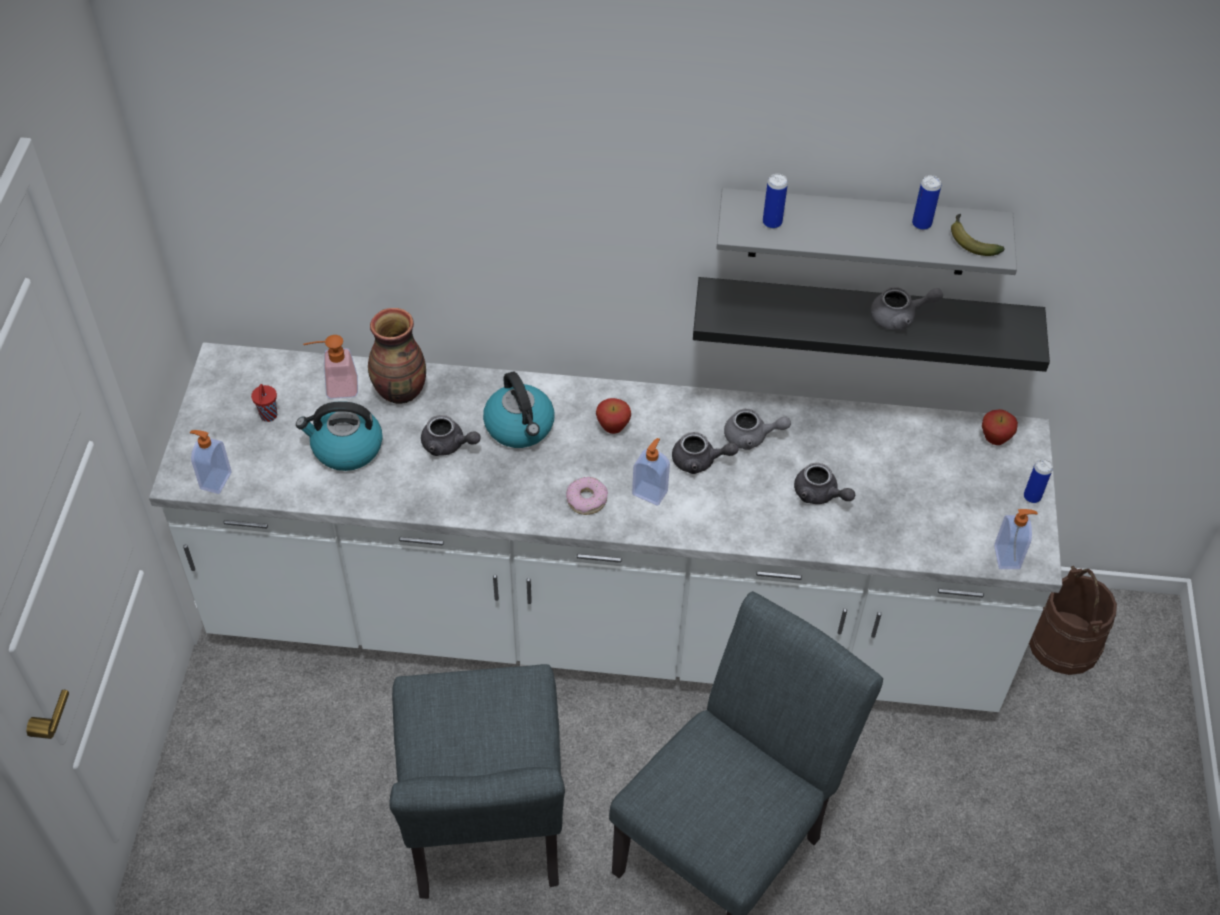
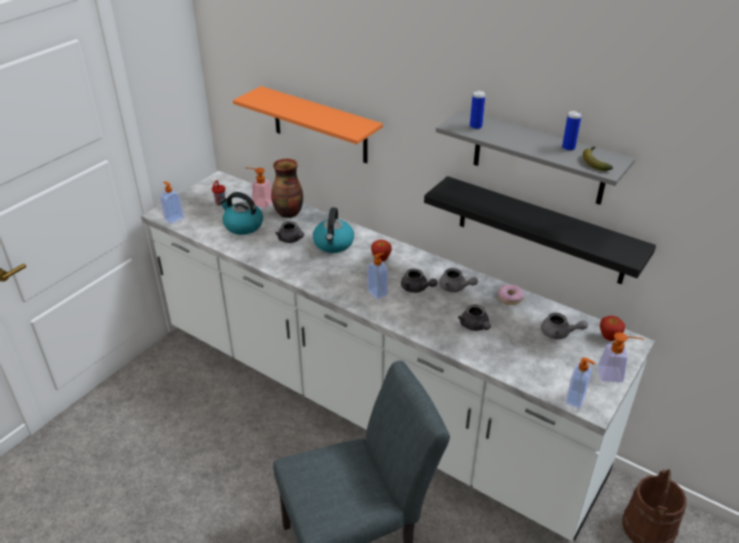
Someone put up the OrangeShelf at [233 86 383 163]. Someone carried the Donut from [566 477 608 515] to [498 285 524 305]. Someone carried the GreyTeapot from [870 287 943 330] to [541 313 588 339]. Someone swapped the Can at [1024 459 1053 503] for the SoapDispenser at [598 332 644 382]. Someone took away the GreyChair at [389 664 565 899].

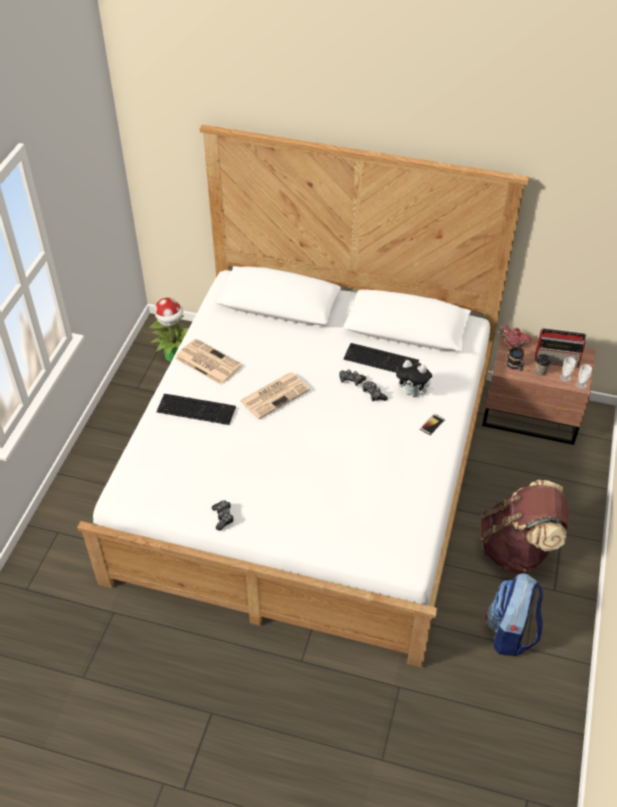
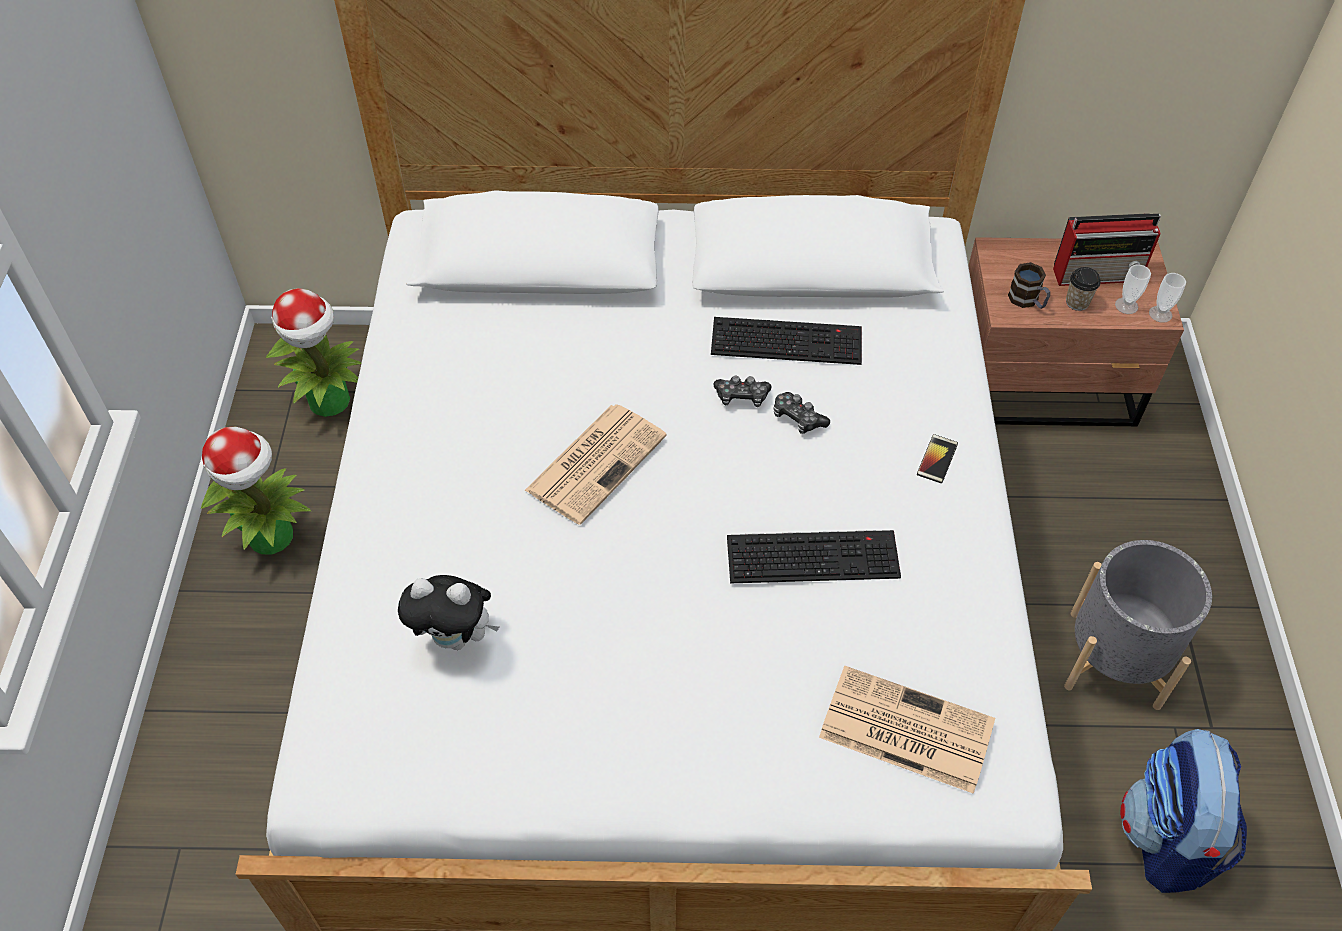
Someone put down the PottedPlant at [201 427 311 554]. Someone carried the PlushToy from [396 360 434 397] to [398 575 499 650]. Someone carried the Keyboard from [157 394 236 425] to [727 530 901 583]. Someone carried the Newspaper from [175 339 242 385] to [819 666 995 794]. Someone swapped the BrownBackpack at [480 480 569 574] for the GreyPlanter at [1064 540 1212 710]. Someone took away the GameController at [212 500 234 530]. Someone took away the RedTeapot at [499 325 531 347].

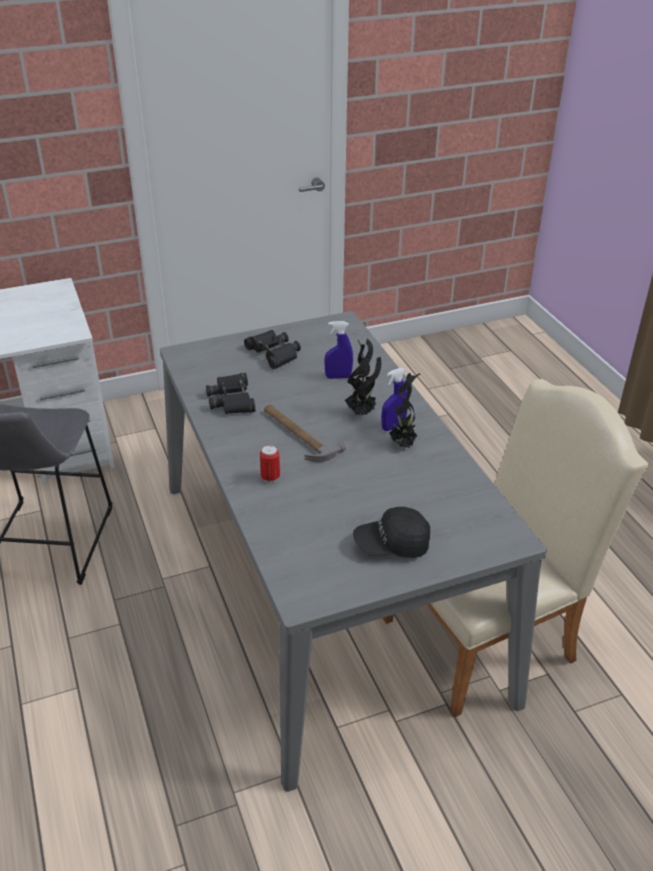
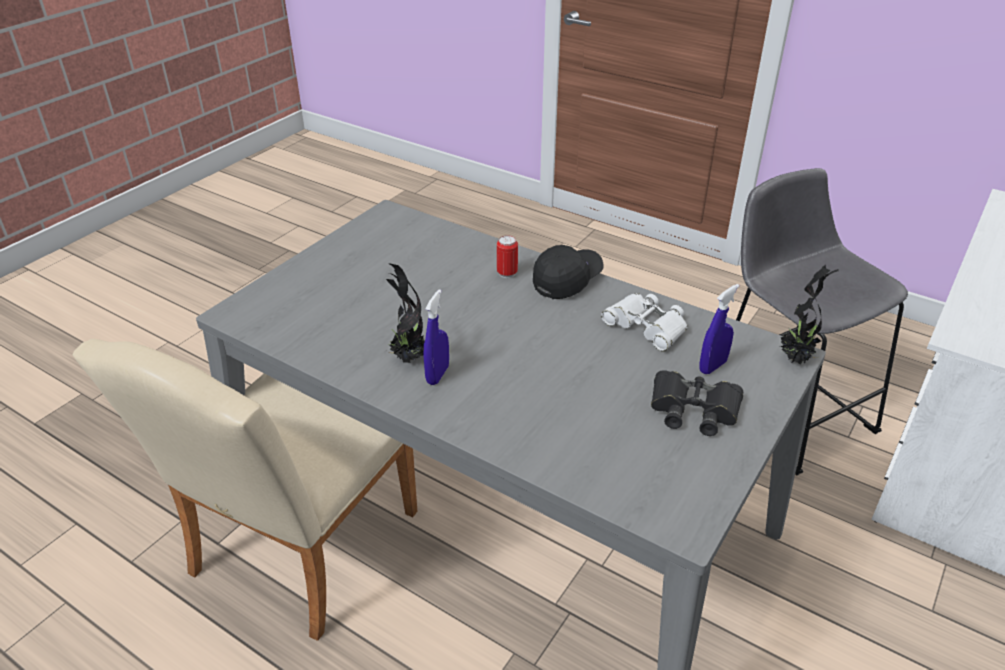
Someone carried the BlackCap from [353 507 430 558] to [533 245 603 299]. Someone repainted the BlackBinoculars at [206 373 255 414], which became the WhiteBinoculars at [601 293 687 351]. Someone carried the BlueSprayBottle from [324 321 353 379] to [699 284 739 374]. Someone carried the PottedPlant from [345 338 381 415] to [780 265 839 365]. Someone took away the Hammer at [264 405 346 462].

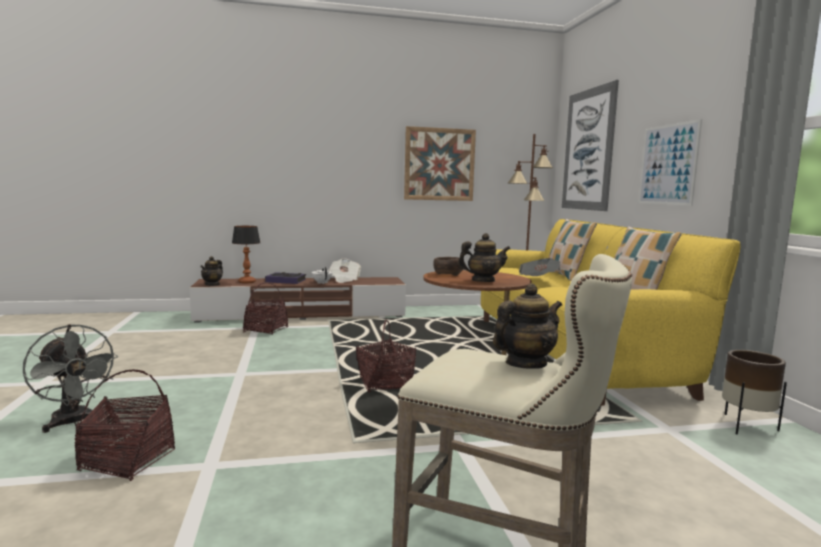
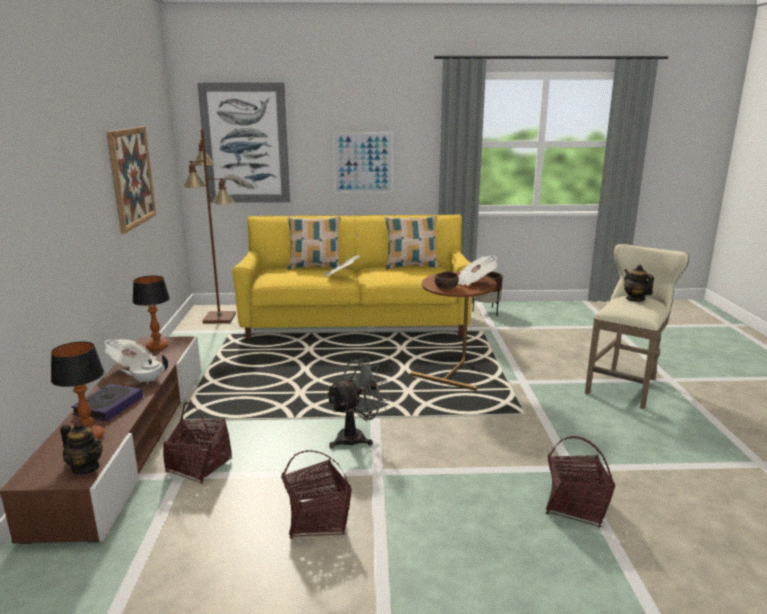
Someone put down the TableLamp at [132 275 170 351]. Someone carried the Basket from [356 320 416 393] to [281 450 352 539]. Someone carried the GreyFan from [23 324 118 433] to [326 358 391 448]. Someone swapped the Teapot at [458 233 510 282] for the Newspaper at [458 256 498 286].

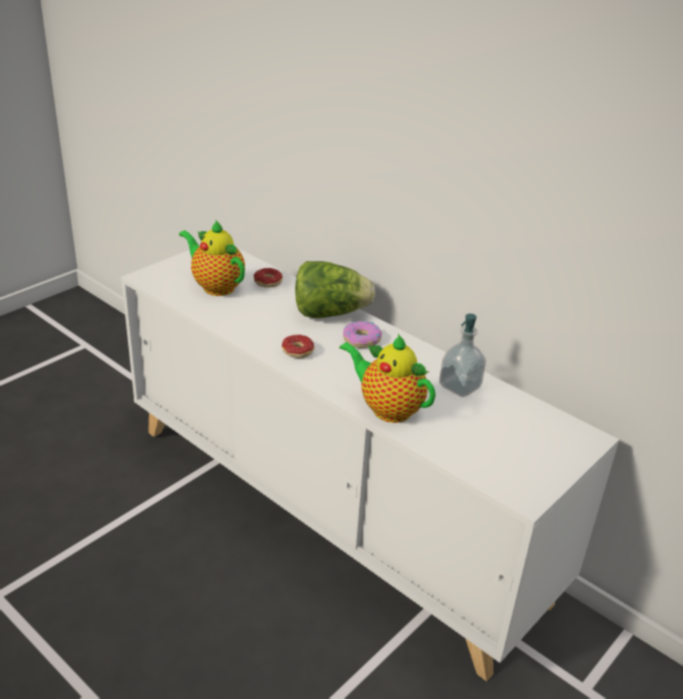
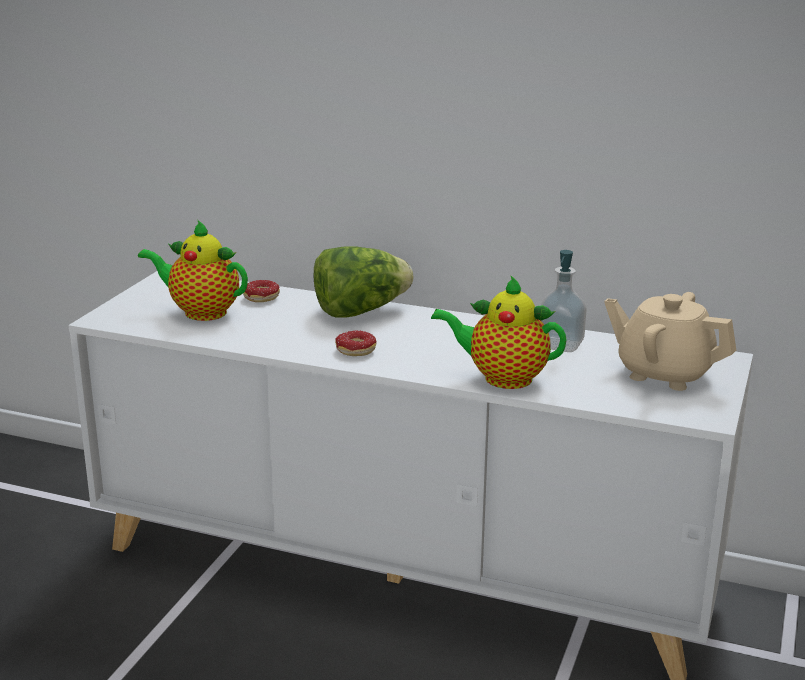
Someone put down the BeigeTeapot at [604 292 736 391]. Someone took away the Donut at [343 321 382 348].

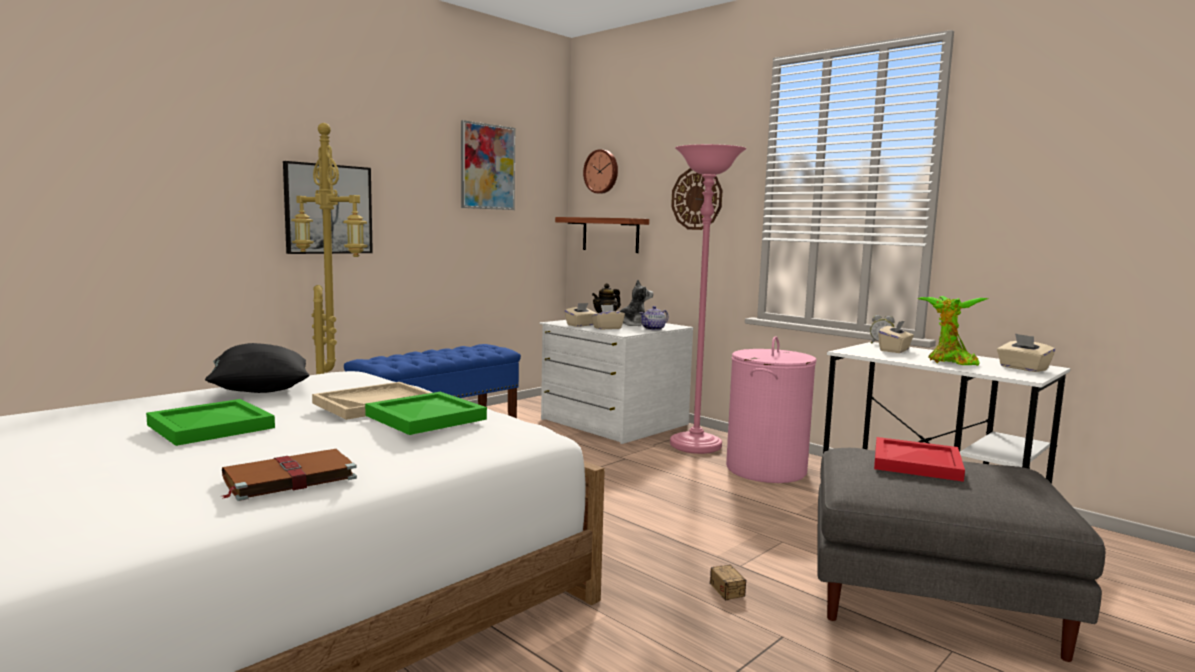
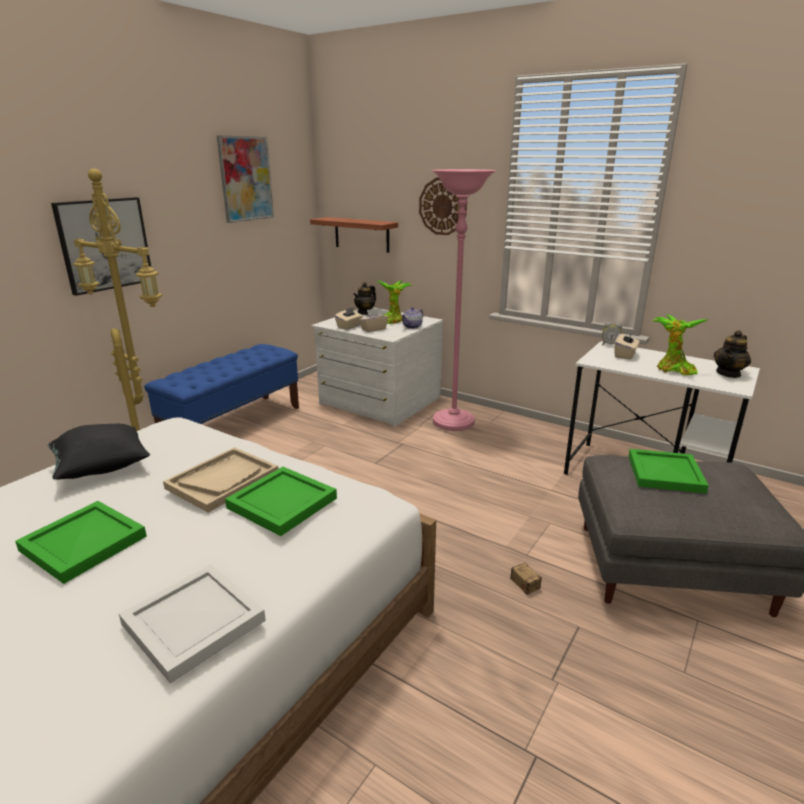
Someone swapped the BrownBook at [222 449 357 501] for the WhiteTray at [119 564 266 684]. Someone swapped the PlushToy at [613 280 653 326] for the PottedPlant at [376 281 413 324]. Someone repainted the RedTray at [874 437 965 482], which became the GreenTray at [629 449 709 494]. Someone swapped the BeigeTissueBox at [997 333 1055 372] for the Teapot at [714 330 751 378]. Someone took away the WallClock at [583 149 618 194]. Someone took away the PinkLaundryBasket at [726 336 817 483].

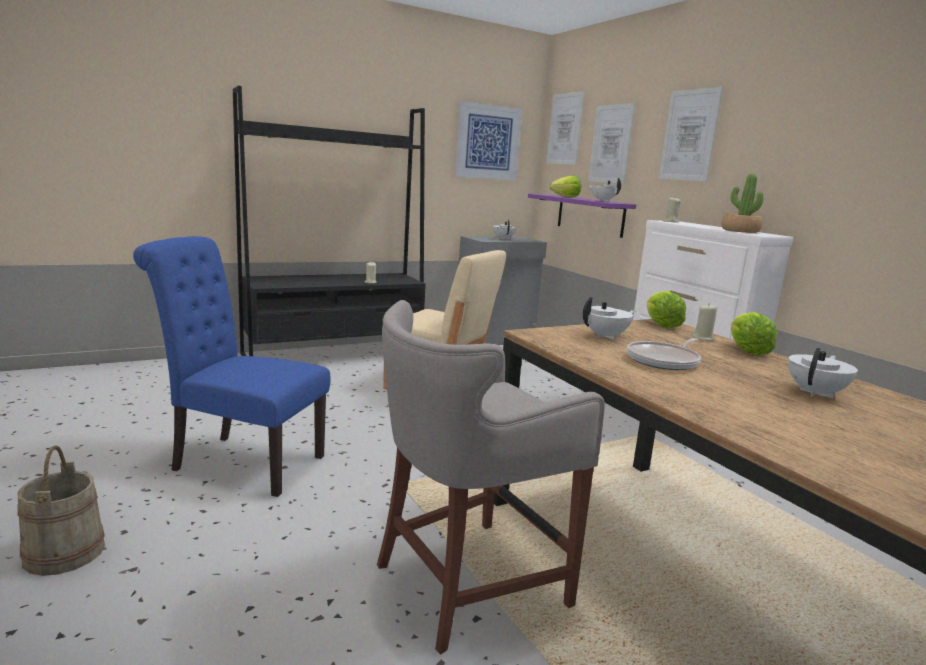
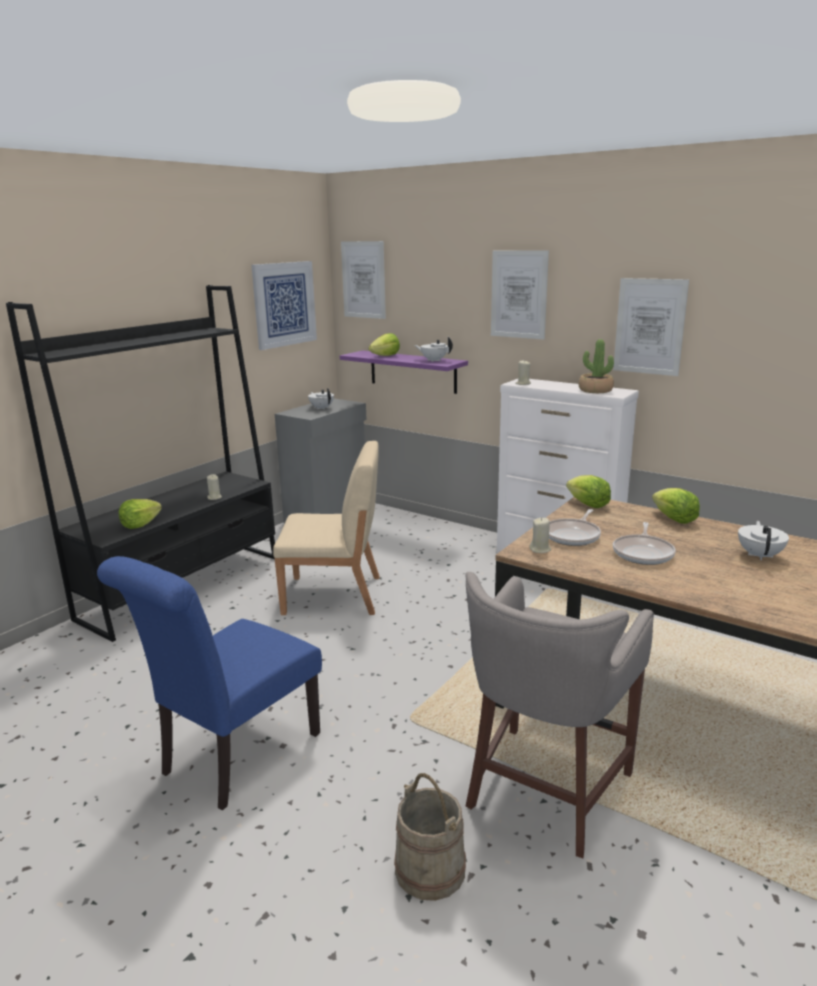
Someone rotated the BlueChair at [133 236 330 497] by 45 degrees counterclockwise. Someone put down the Lettuce at [119 499 162 529]. Someone carried the BeigeBucket from [17 446 105 576] to [394 773 466 901]. Someone carried the BeigeCandle from [692 303 717 341] to [529 518 551 553]. Someone swapped the WhiteTeapot at [583 297 636 340] for the FryingPan at [549 509 601 546]. Someone carried the Picture from [588 103 636 184] to [613 278 689 376].

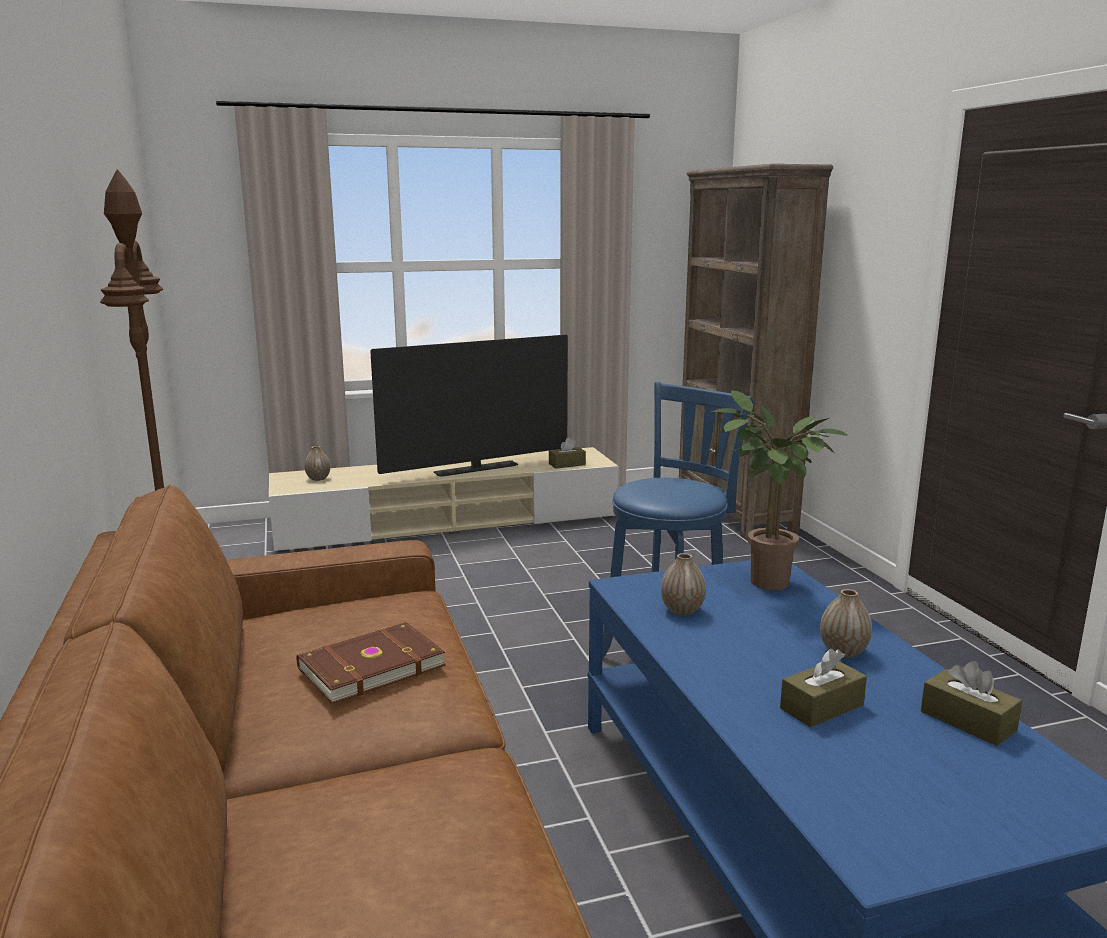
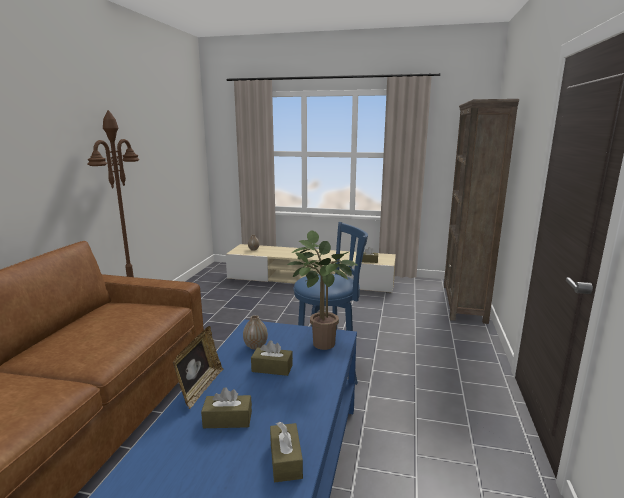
Someone put down the PictureFrame at [173 326 223 409]. Someone put down the BrownTissueBox at [251 340 293 376]. Someone took away the BrownBook at [297 622 446 704]. Someone took away the Television at [370 335 568 477]. Someone took away the Vase at [820 589 872 658].

